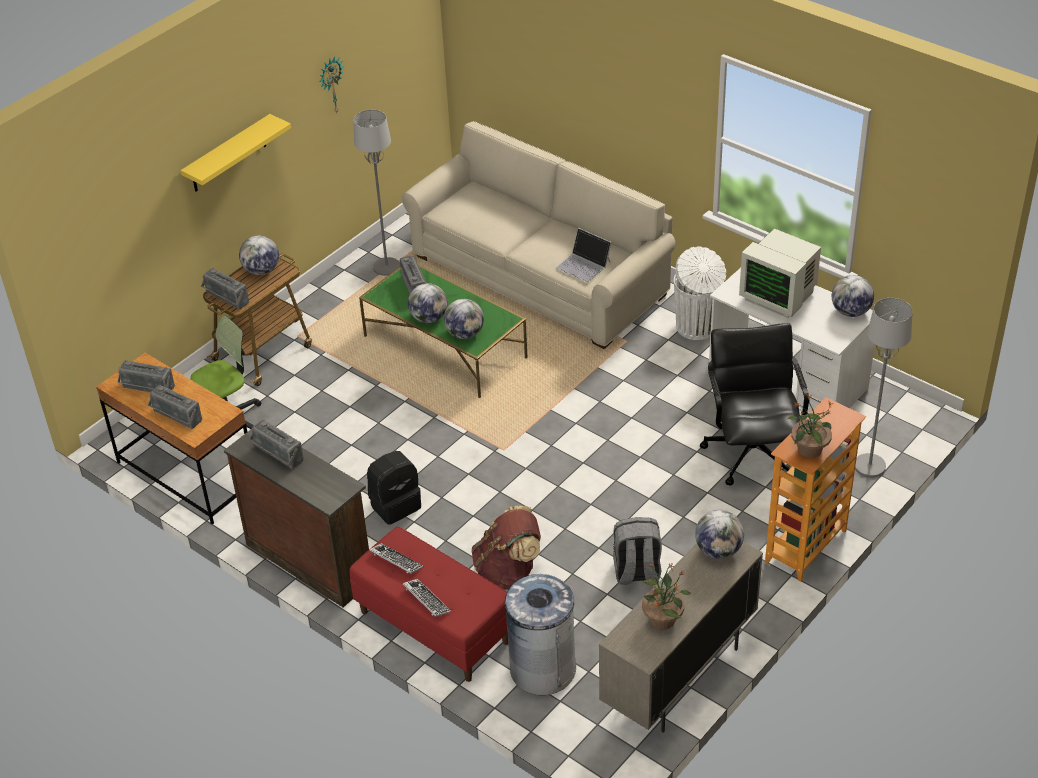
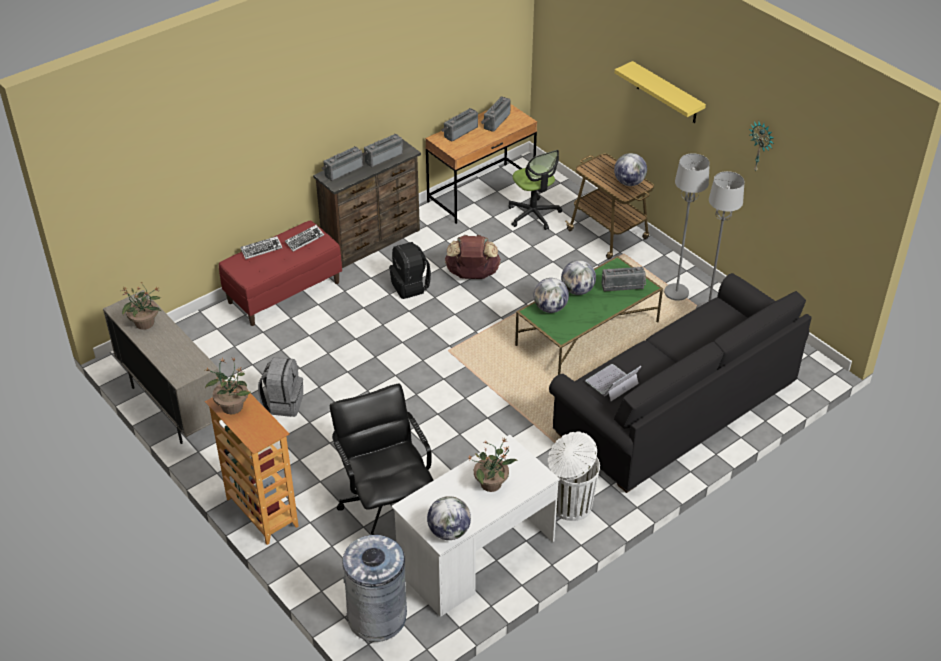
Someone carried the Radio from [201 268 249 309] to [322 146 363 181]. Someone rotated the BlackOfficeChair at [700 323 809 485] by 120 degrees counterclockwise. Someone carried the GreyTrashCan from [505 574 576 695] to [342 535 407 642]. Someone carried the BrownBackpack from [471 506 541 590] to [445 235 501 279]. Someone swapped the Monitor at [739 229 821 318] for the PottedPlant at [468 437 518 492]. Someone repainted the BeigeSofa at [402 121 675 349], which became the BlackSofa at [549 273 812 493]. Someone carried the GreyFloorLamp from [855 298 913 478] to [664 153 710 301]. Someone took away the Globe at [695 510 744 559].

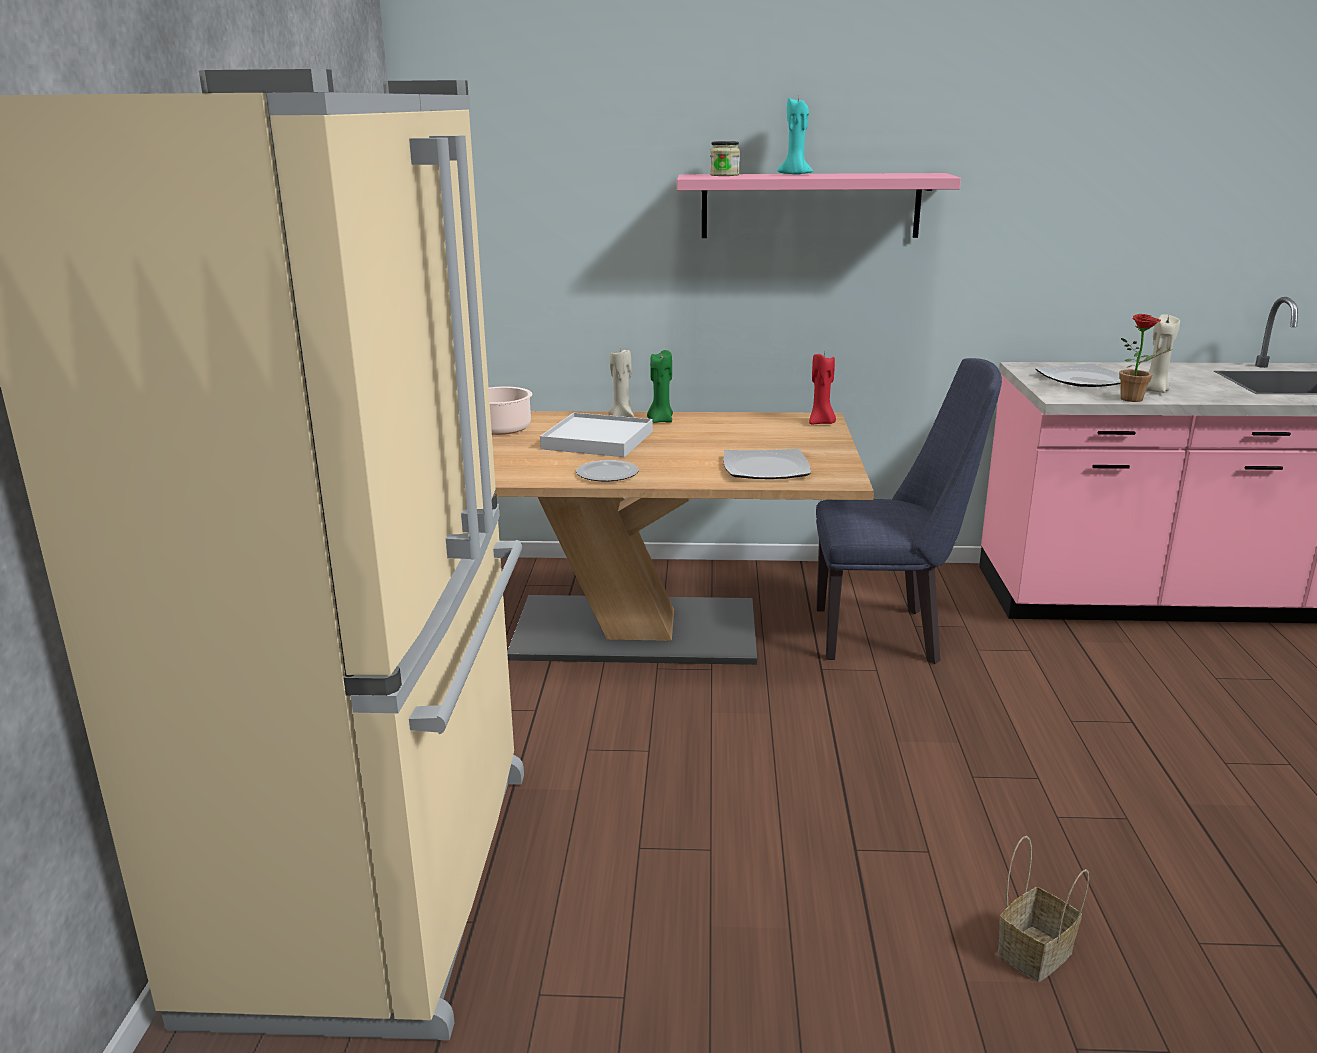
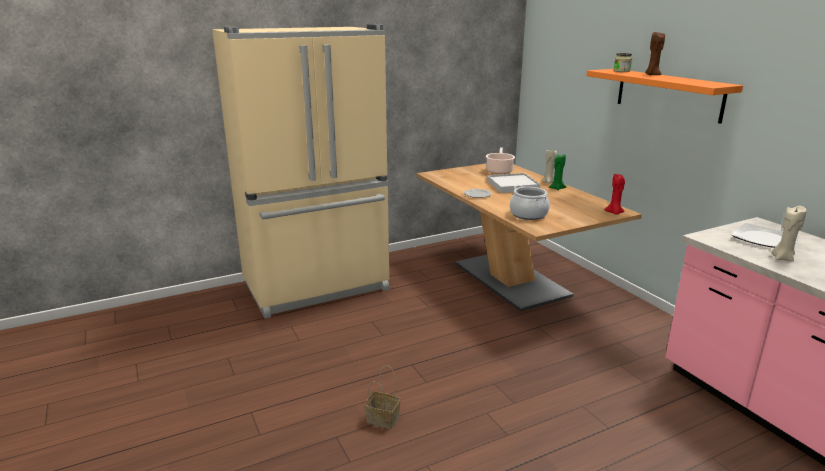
Someone swapped the Plate at [723 449 811 479] for the CookingPot at [510 185 550 220]. Someone repainted the PinkShelf at [677 173 961 238], which became the OrangeShelf at [587 69 743 124]. Someone repainted the TurquoiseCandle at [778 97 813 175], which became the BrownCandle at [645 32 665 75]. Someone took away the BlueChair at [816 358 1002 664]. Someone took away the PottedPlant at [1119 314 1173 402].

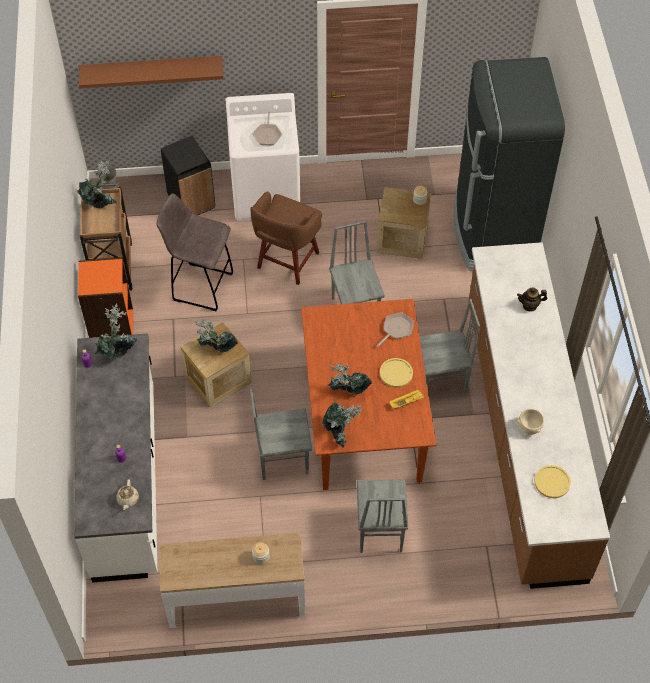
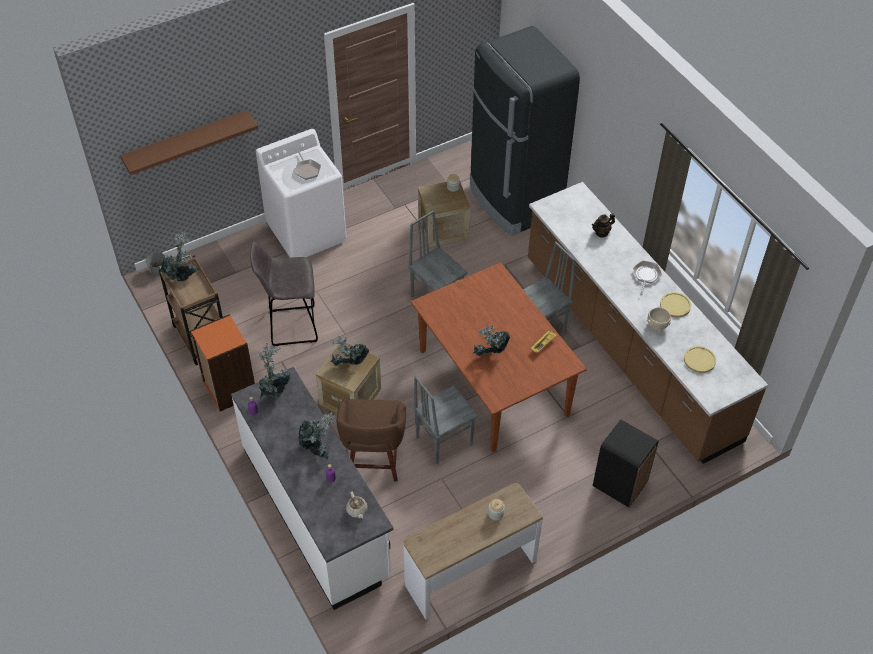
Someone carried the PottedPlant from [322 401 361 448] to [298 411 335 459]. Someone carried the BrownStool from [250 191 322 285] to [337 399 406 481]. Someone carried the BlackTrashCan from [161 136 215 215] to [593 420 659 507]. Someone carried the FryingPan from [376 312 414 347] to [633 261 662 295]. Someone carried the YellowPlate from [380 358 413 388] to [660 292 691 318]. Someone took away the GreyChair at [357 479 408 553].

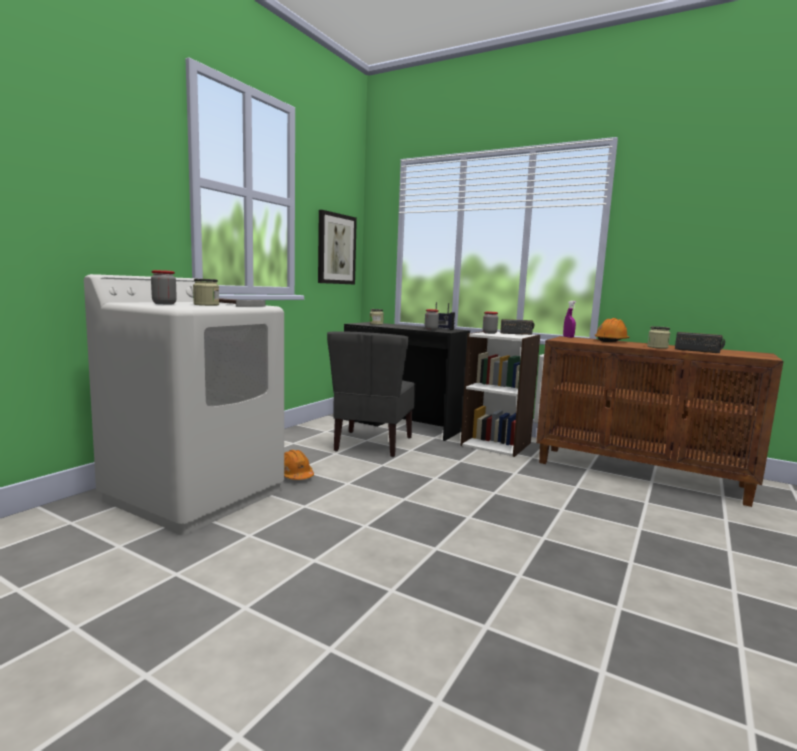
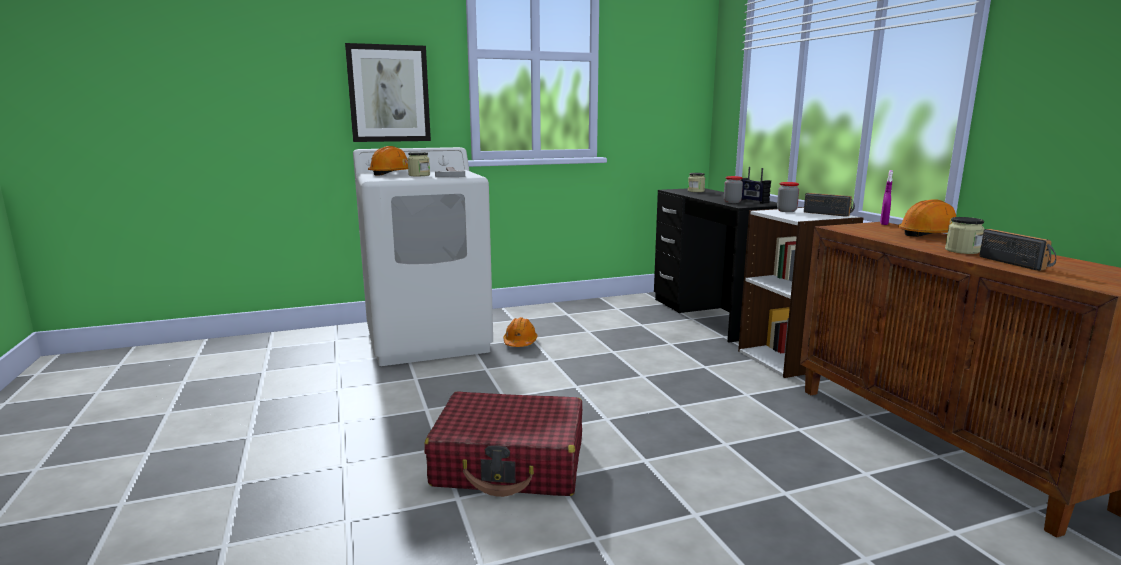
Someone carried the Picture from [318 210 357 284] to [345 43 431 142]. Someone swapped the Jar at [151 270 177 304] for the OrangeHardHat at [368 146 408 176]. Someone put down the RedSuitcase at [424 391 582 497]. Someone took away the GreyChair at [327 331 415 457].

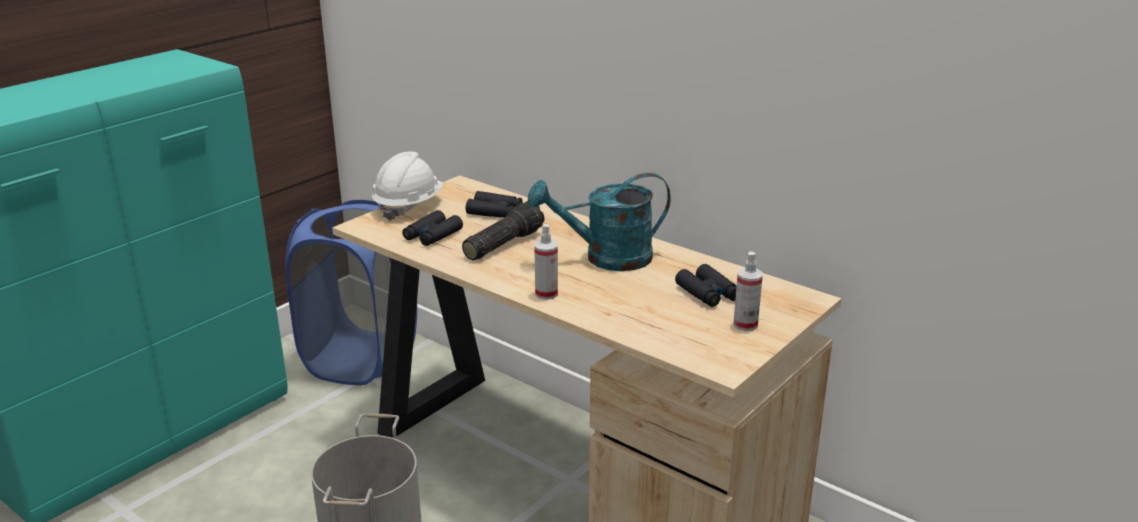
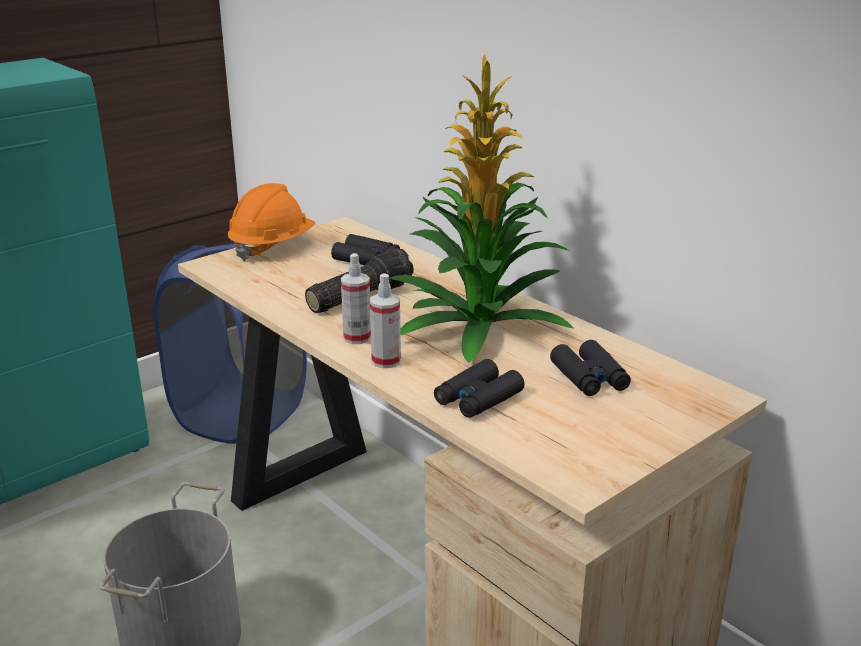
Someone repainted the WhiteHardHat at [372 152 444 221], which became the OrangeHardHat at [228 183 315 261]. Someone carried the SprayBottle from [733 252 763 331] to [341 253 371 344]. Someone swapped the TurquoiseWateringCan at [528 173 671 271] for the PottedPlant at [390 54 573 363]. Someone carried the BlackBinoculars from [402 210 463 246] to [434 359 525 418].

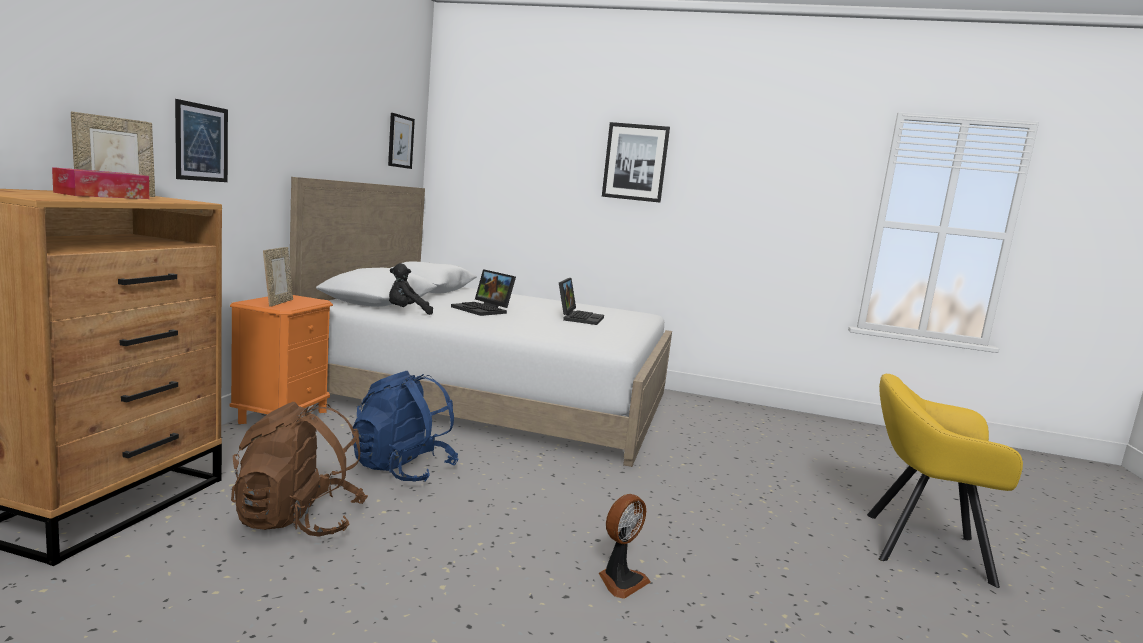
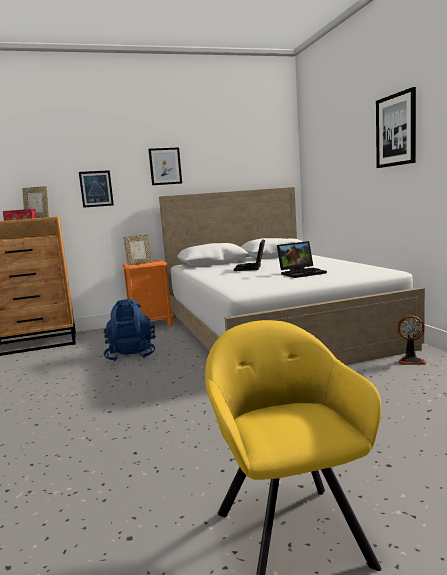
Someone carried the Picture from [388 113 415 169] to [148 147 182 185]. Someone carried the Fan from [599 494 651 599] to [398 315 427 365]. Someone took away the BrownBackpack at [231 402 368 537]. Someone took away the BlackPlushToy at [389 263 433 315].

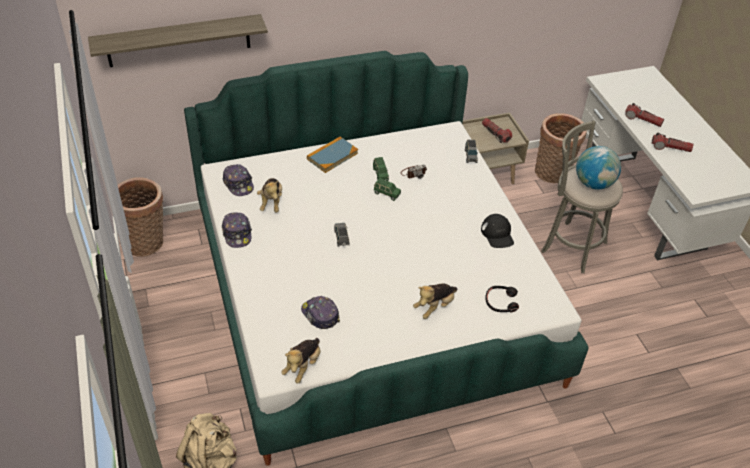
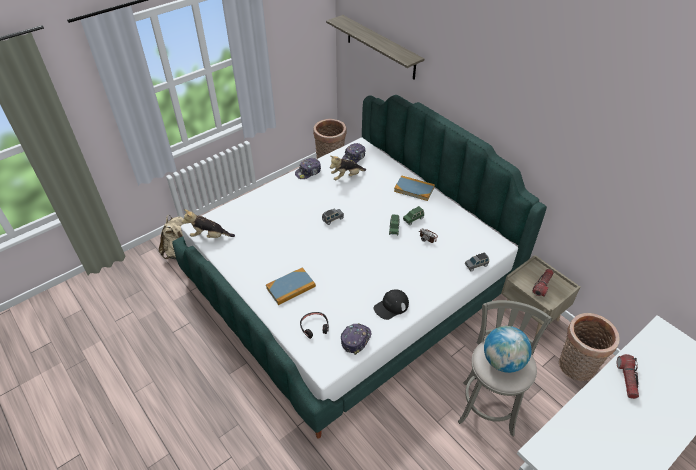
Someone swapped the PlushToy at [413 283 457 319] for the Book at [266 267 316 305]. Someone carried the Cap from [301 296 340 329] to [341 323 371 355]. Someone took away the Flashlight at [652 133 693 152].

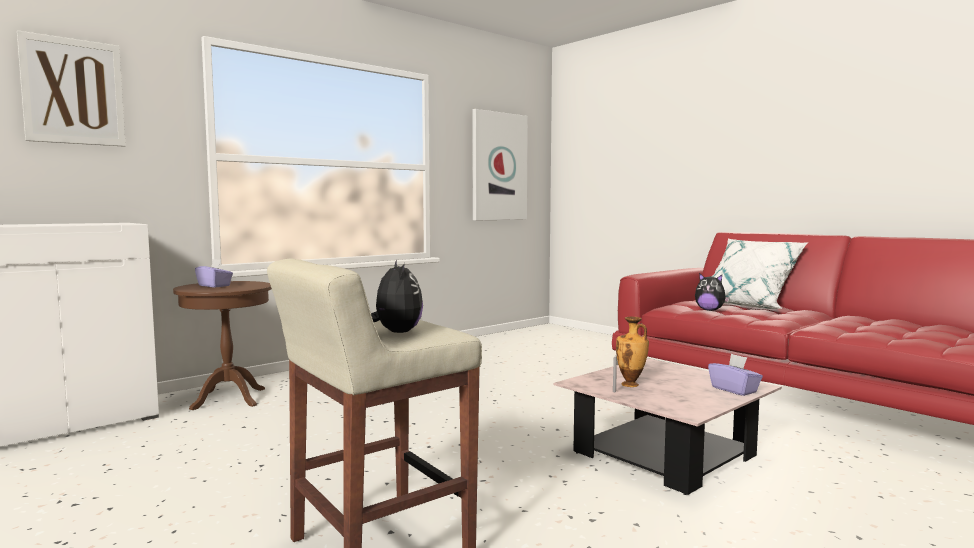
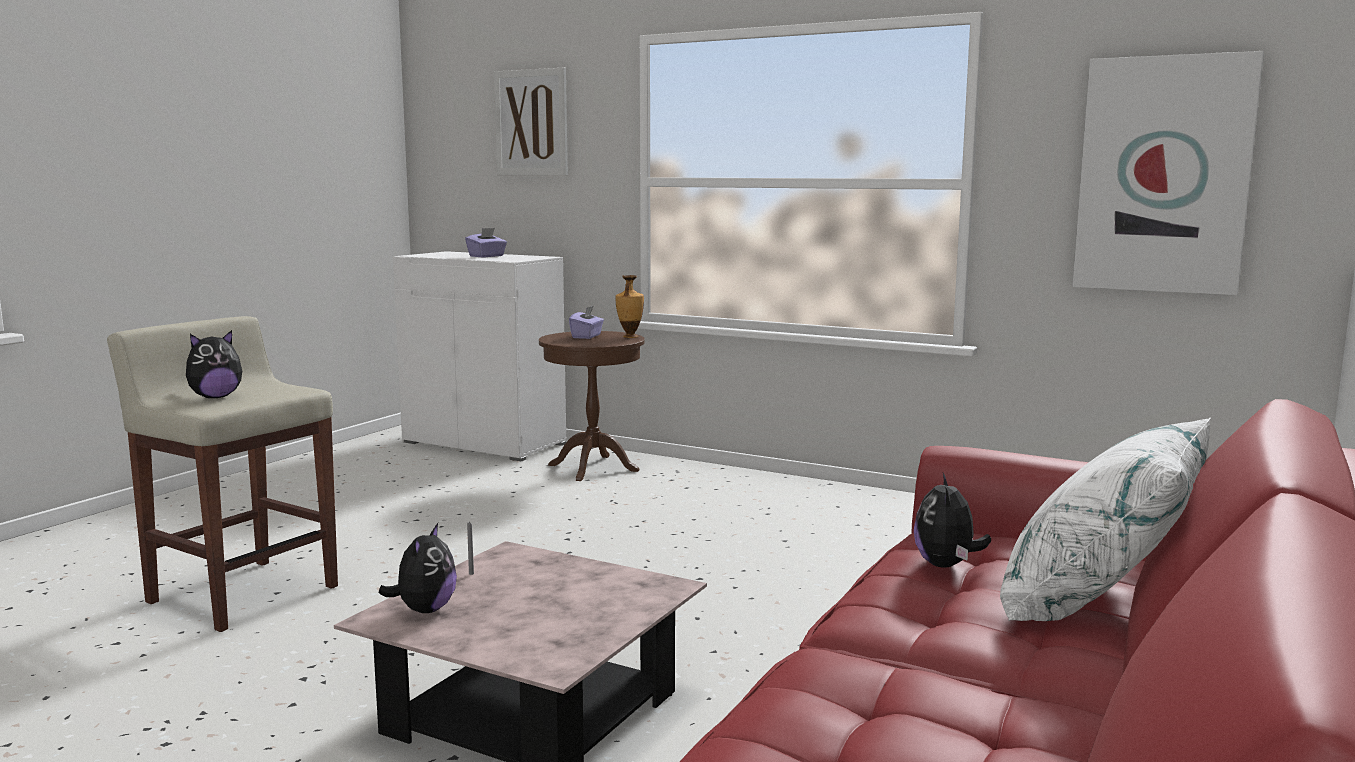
Someone put down the PlushToy at [379 523 457 613]. Someone carried the PurpleTissueBox from [708 353 763 396] to [465 228 507 257]. Someone carried the Vase from [616 316 649 387] to [616 275 644 338].

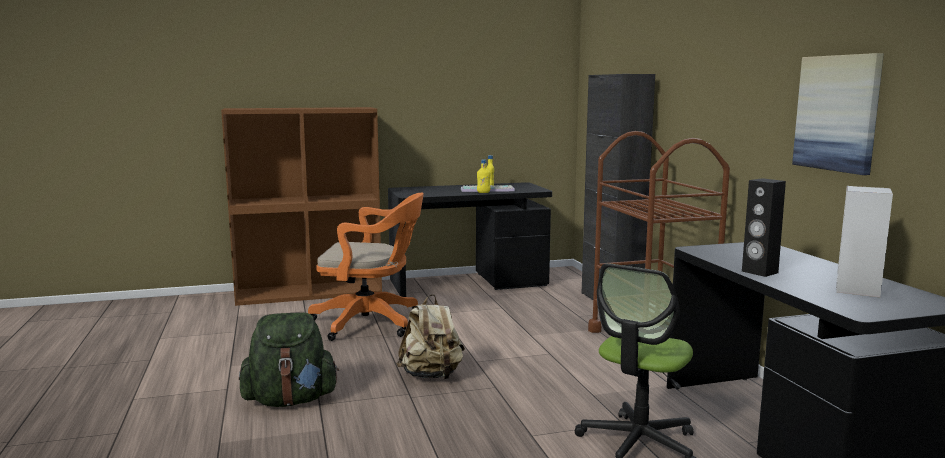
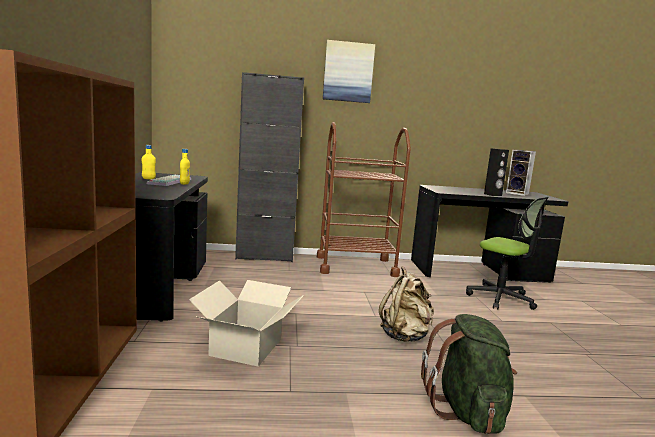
Someone swapped the OrangeOfficeChair at [308 193 424 341] for the CardboardBox at [189 280 304 366]. Someone carried the Picture from [792 53 884 175] to [323 40 375 103].

